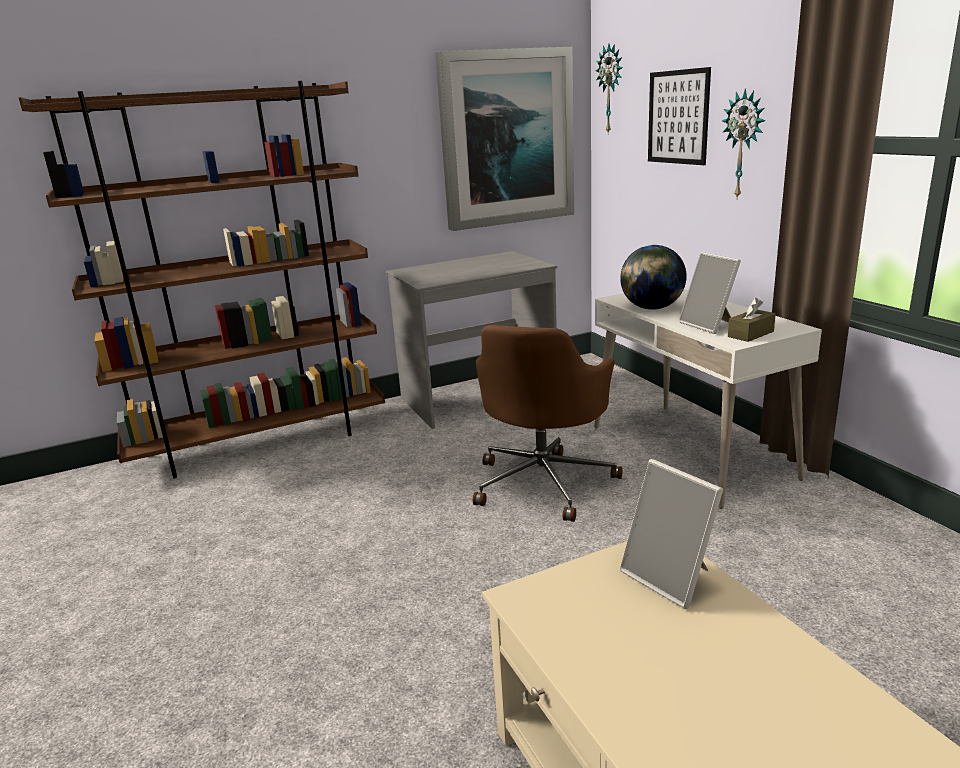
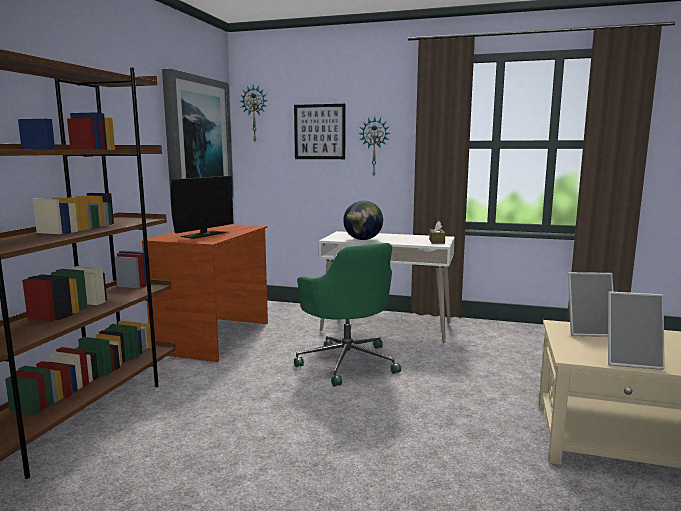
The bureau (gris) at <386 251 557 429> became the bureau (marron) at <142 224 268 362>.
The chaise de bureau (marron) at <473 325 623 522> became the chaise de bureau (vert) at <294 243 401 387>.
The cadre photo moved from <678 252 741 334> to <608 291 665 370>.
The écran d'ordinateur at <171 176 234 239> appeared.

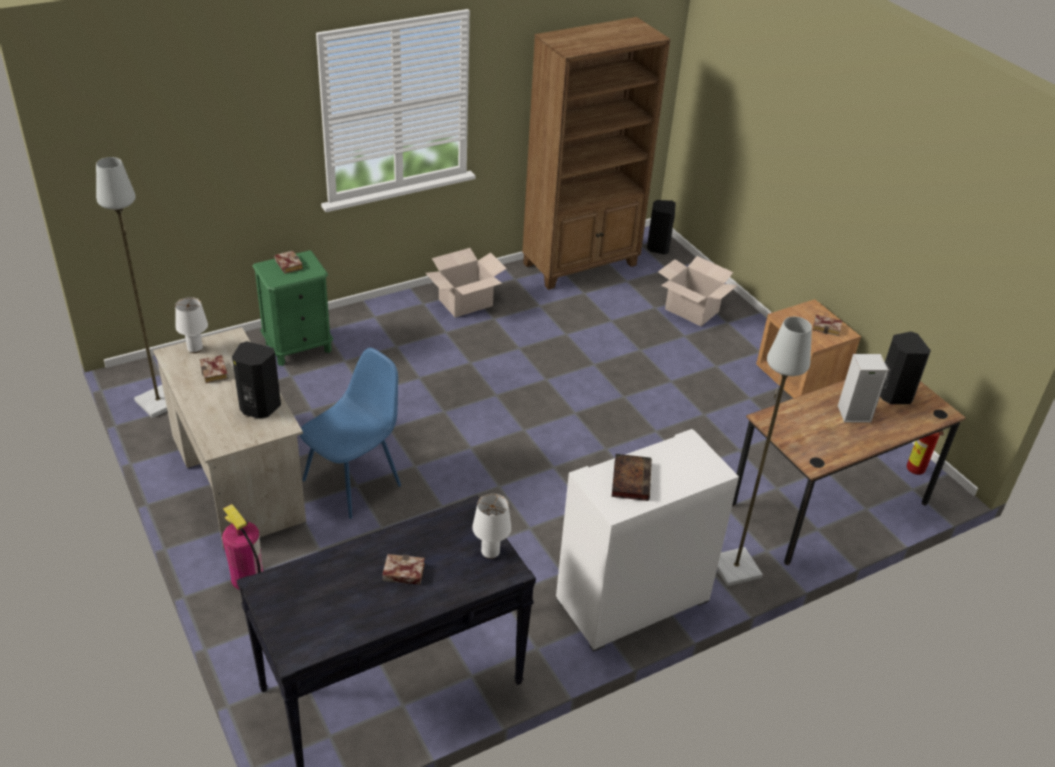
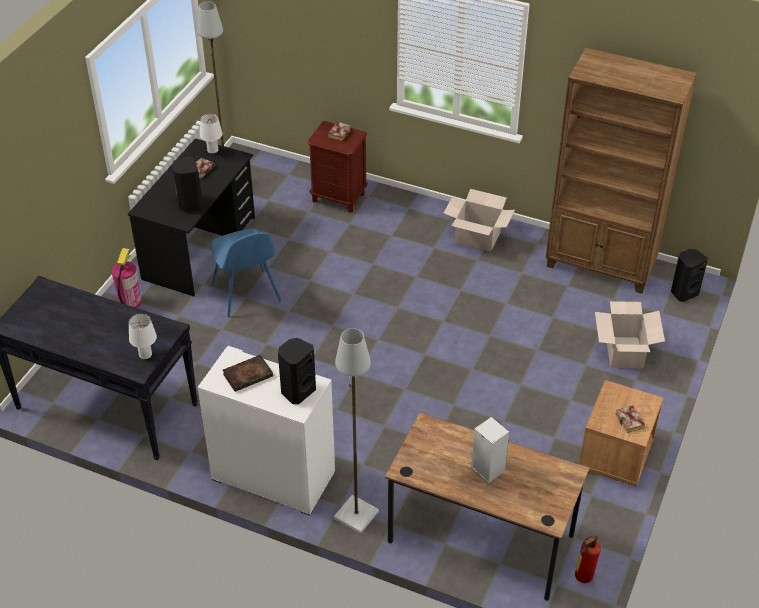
The bureau (beige) at <153 327 306 549> became the bureau (noir) at <128 138 255 296>.
The table de chevet (vert) at <252 250 333 366> became the table de chevet (marron) at <307 121 368 213>.
The chaise (bleu) at <300 348 401 519> turned 60 degrees clockwise.
The livre at <382 554 425 585> disappeared.
The enceinte (noir) moved from <880 331 931 404> to <278 338 316 404>.

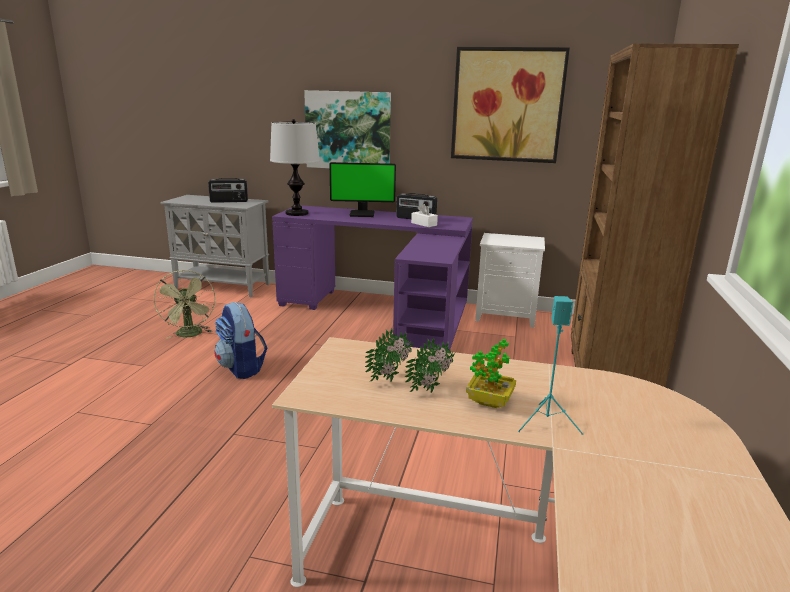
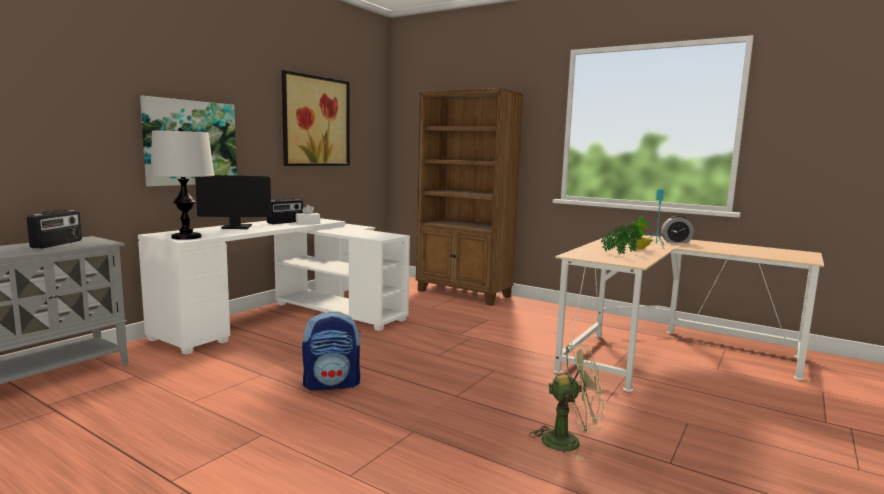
The ventilateur (vert) moved from <154 270 216 339> to <529 344 605 461>.
The bureau (violet) at <272 205 473 350> became the bureau (blanc) at <138 218 410 355>.
The écran d'ordinateur at <330 162 396 217> turned 120 degrees counterclockwise.
The réveil at <661 216 694 243> appeared.

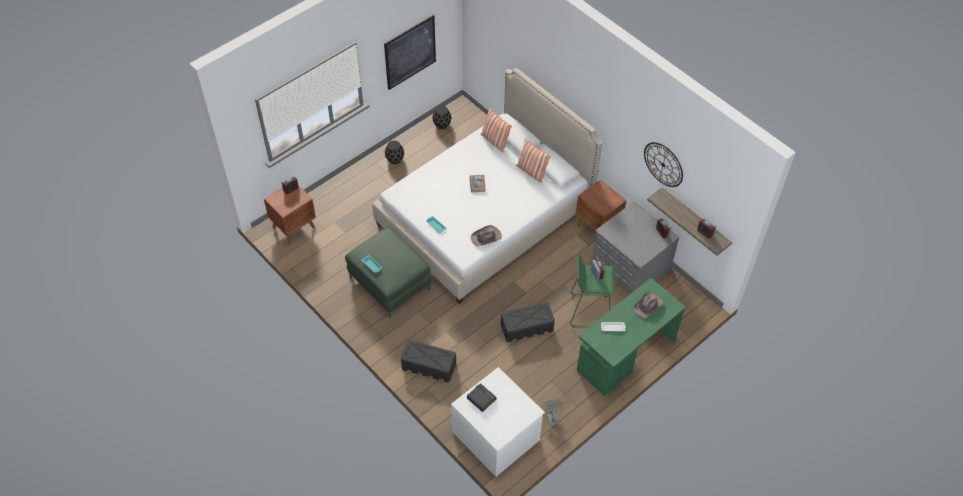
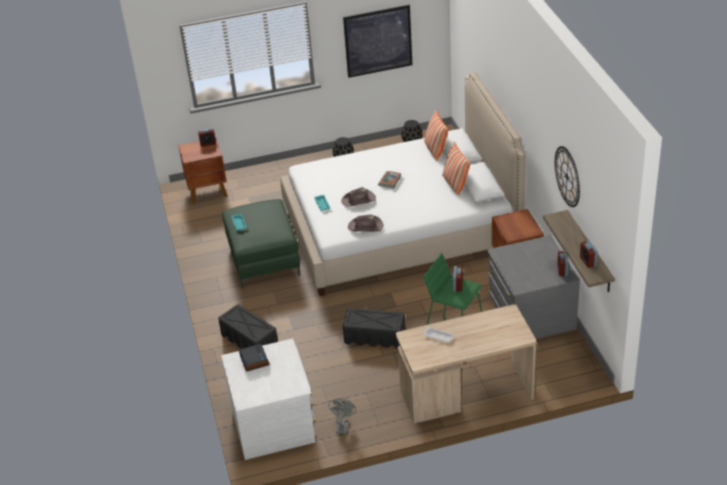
The bureau (vert) at <577 278 685 396> became the bureau (beige) at <396 304 536 424>.
The chapeau (marron) moved from <633 292 664 318> to <341 187 376 207>.

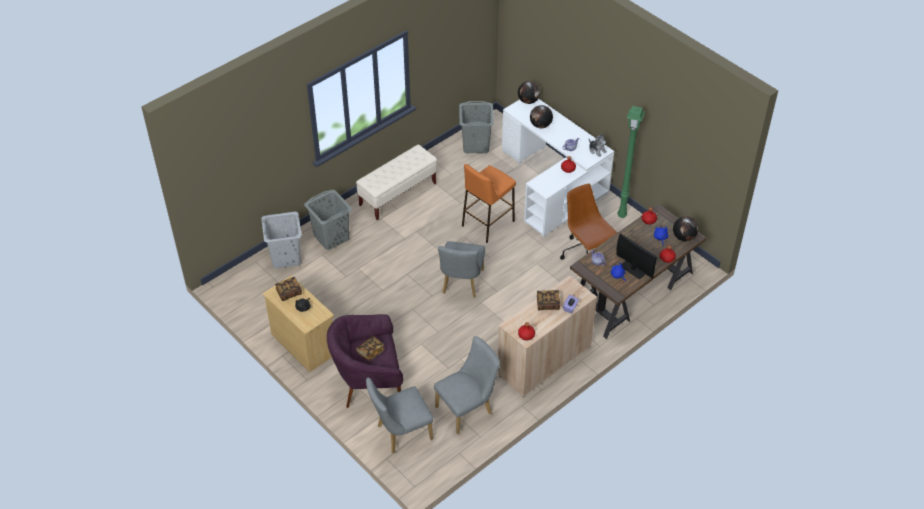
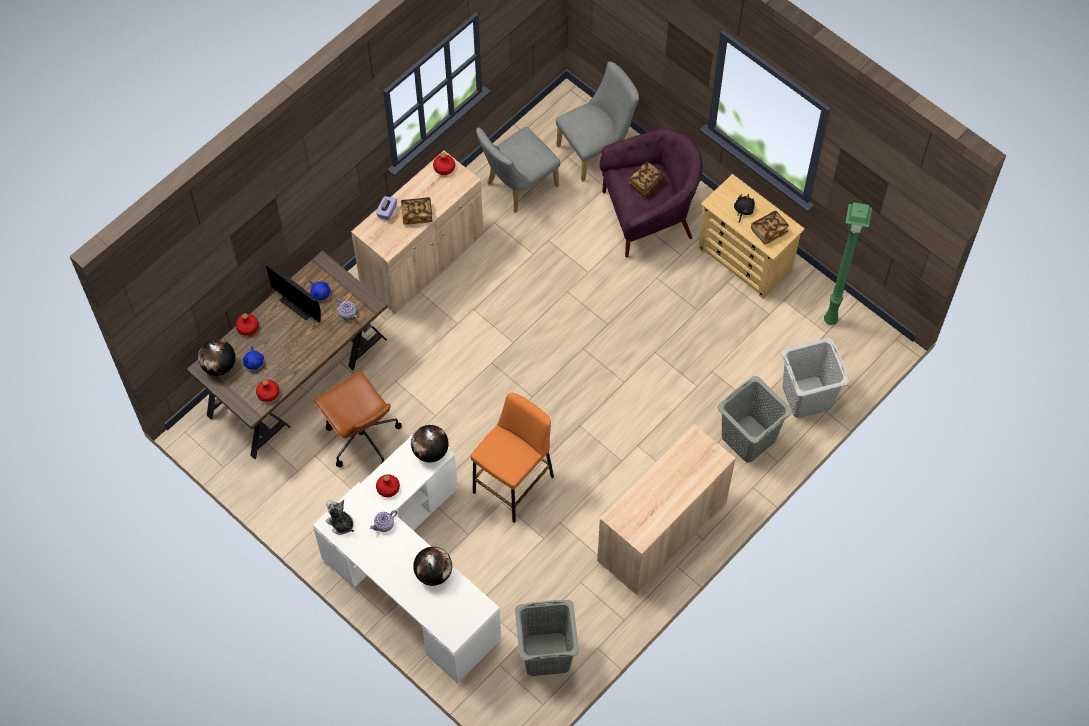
The banc (beige) at <356 145 437 220> was replaced by the meuble de rangement (beige) at <597 424 736 595>.
The chaise (gris) at <438 241 485 298> disappeared.
The globe moved from <518 81 540 104> to <411 425 449 463>.
The lampadaire (vert) moved from <618 106 645 218> to <824 202 872 325>.

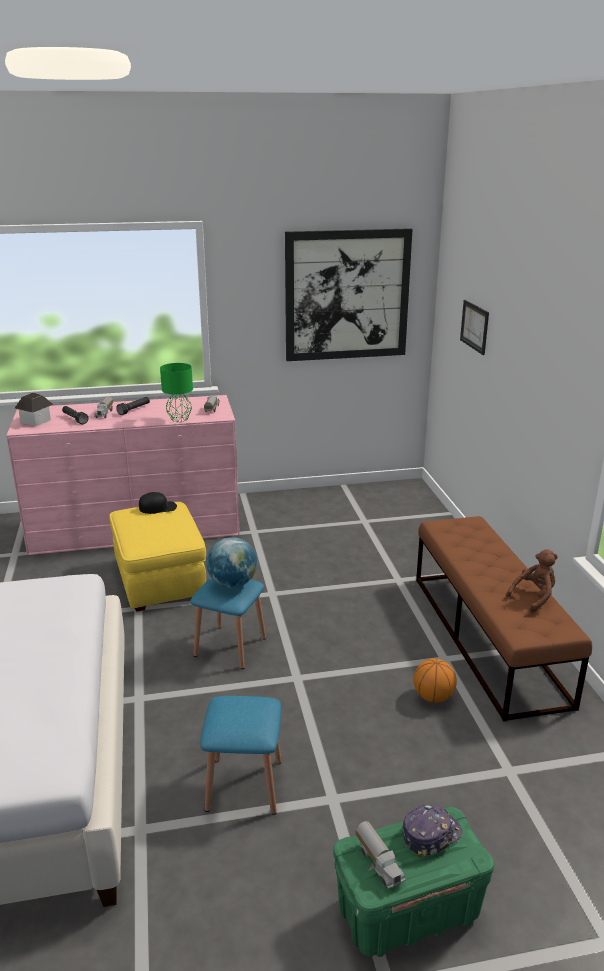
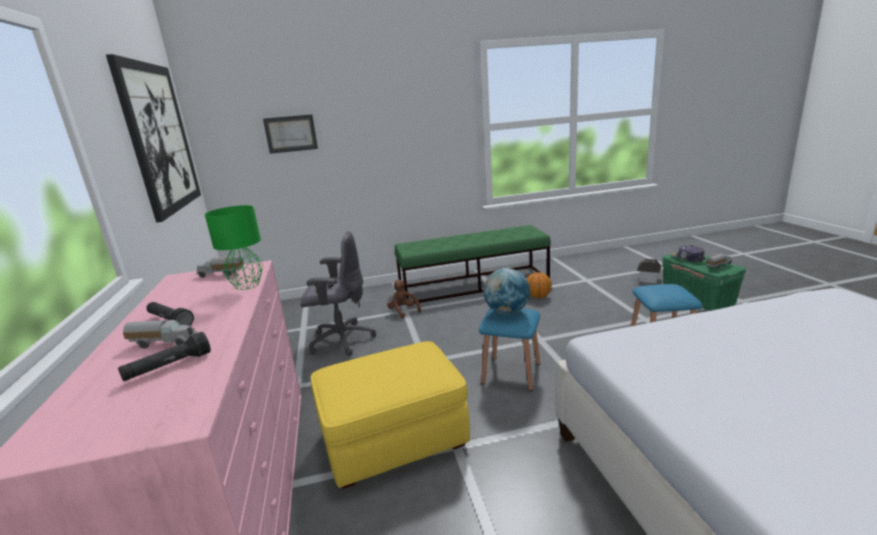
The maison miniature moved from <15 392 54 426> to <637 259 662 283>.
The casquette (noir) at <139 492 177 514> disappeared.
The banc (marron) at <416 516 592 722> became the banc (vert) at <394 225 551 304>.
The peluche (marron) moved from <506 549 558 613> to <387 280 421 318>.
The chaise de bureau (gris) at <301 231 376 356> appeared.

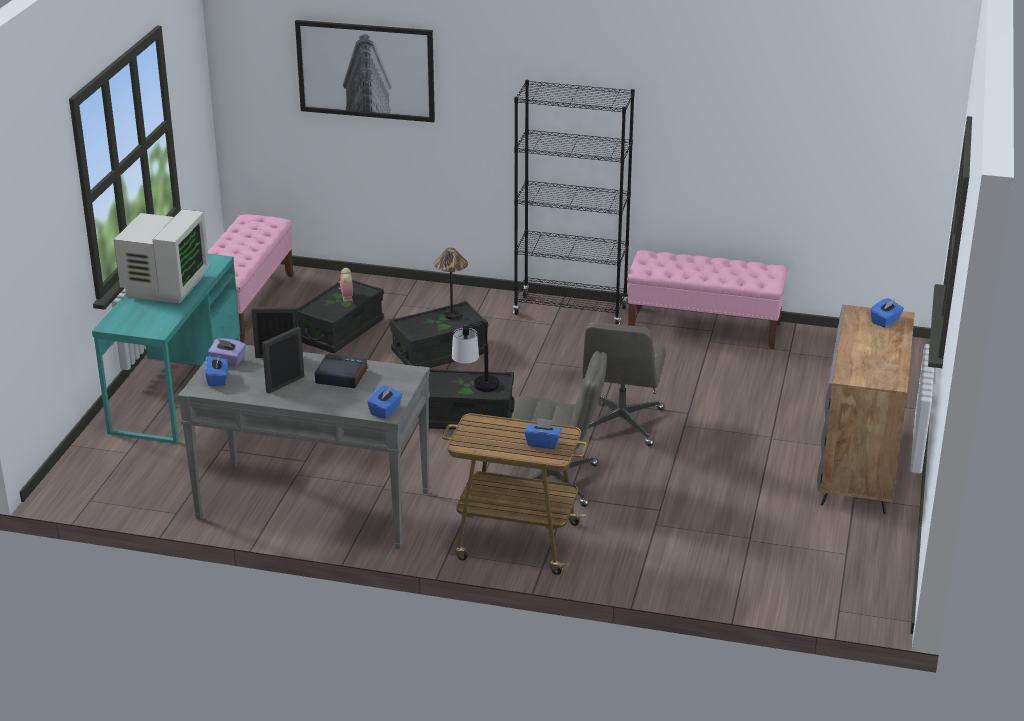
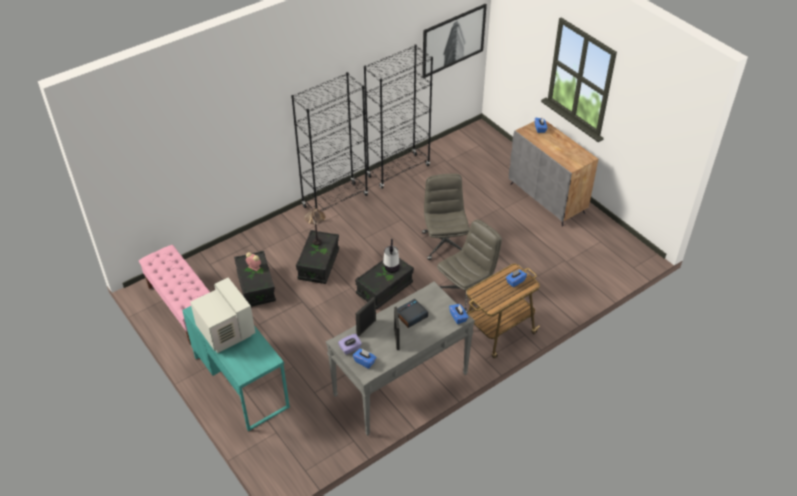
The tableau moved from <295 20 435 122> to <422 4 487 78>.
The chaise de bureau (gris) at <582 322 666 446> turned 150 degrees counterclockwise.
The banc (rose) at <627 250 788 349> was replaced by the bibliothèque (noir) at <364 44 433 189>.

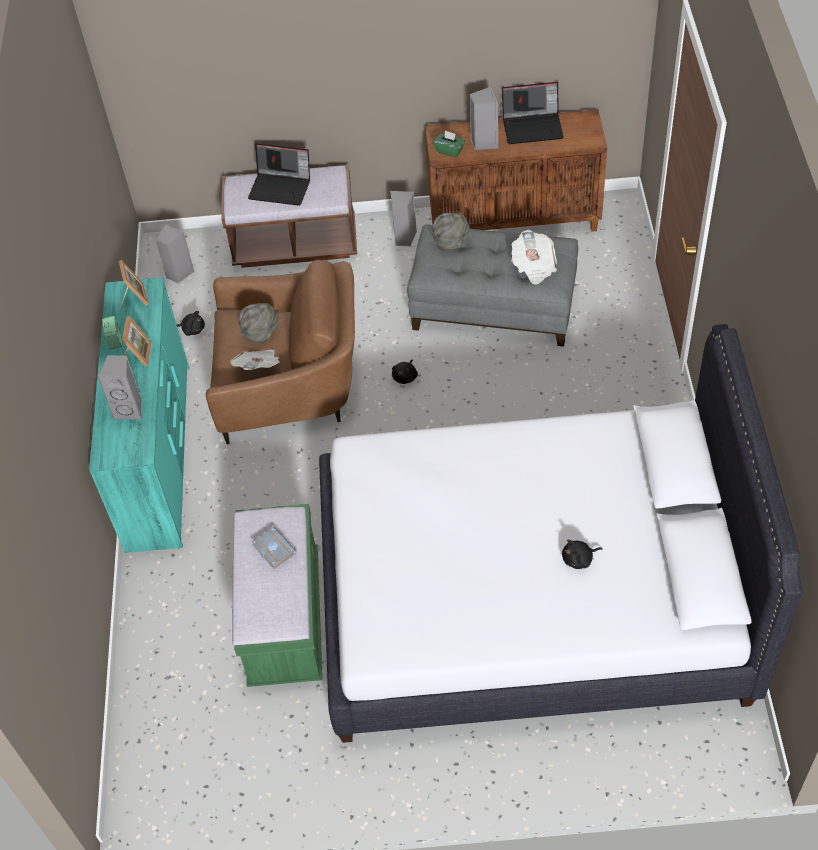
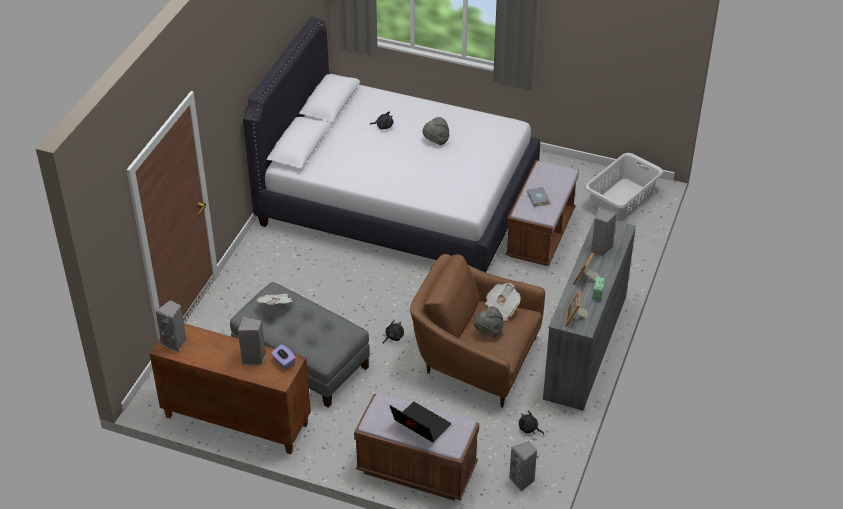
The commode (turquoise) at <89 277 189 553> became the commode (gris) at <543 218 636 411>.
The banc (vert) at <232 504 322 687> became the banc (marron) at <505 160 579 266>.
The enceinte (gris) moved from <390 191 417 246> to <156 300 187 352>.
The chapeau (gris) moved from <432 213 470 252> to <423 117 449 145>.
The boîte à mouchoirs (vert) at <433 130 465 157> became the boîte à mouchoirs (violet) at <271 344 296 370>.
The ordinateur portable at <502 82 564 144> disappeared.
The panier à linge (gris) at <585 153 663 221> appeared.

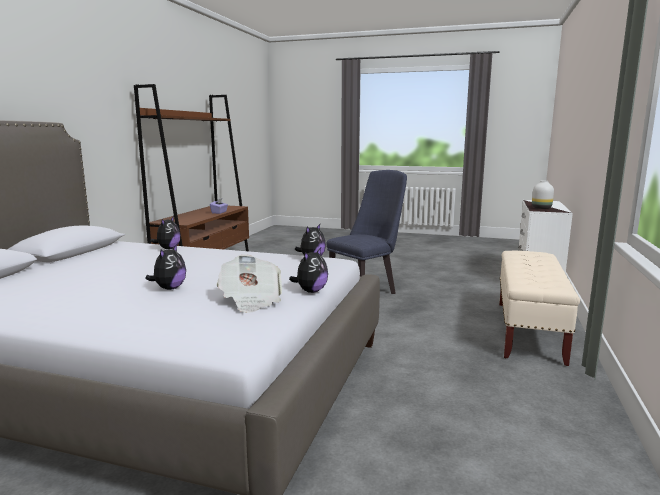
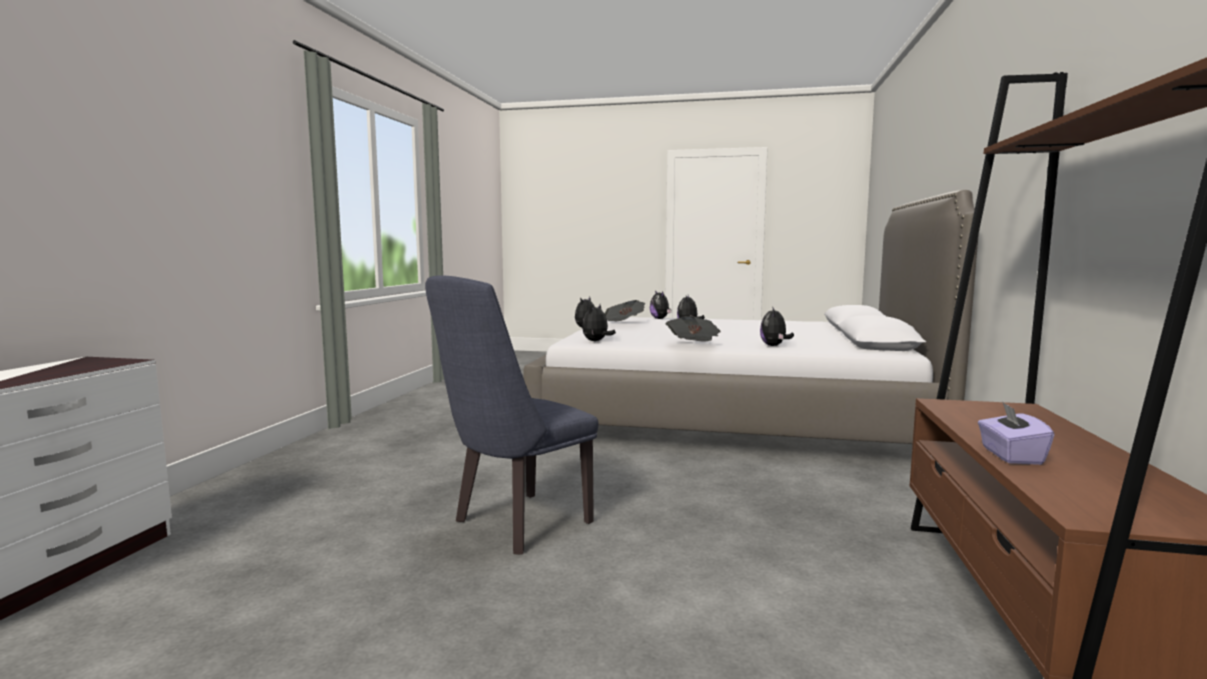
The banc (beige) at <499 251 580 366> disappeared.
The vase (blanc) at <532 181 554 209> disappeared.
The peluche at <650 290 671 319> appeared.
The journal at <666 316 720 341> appeared.

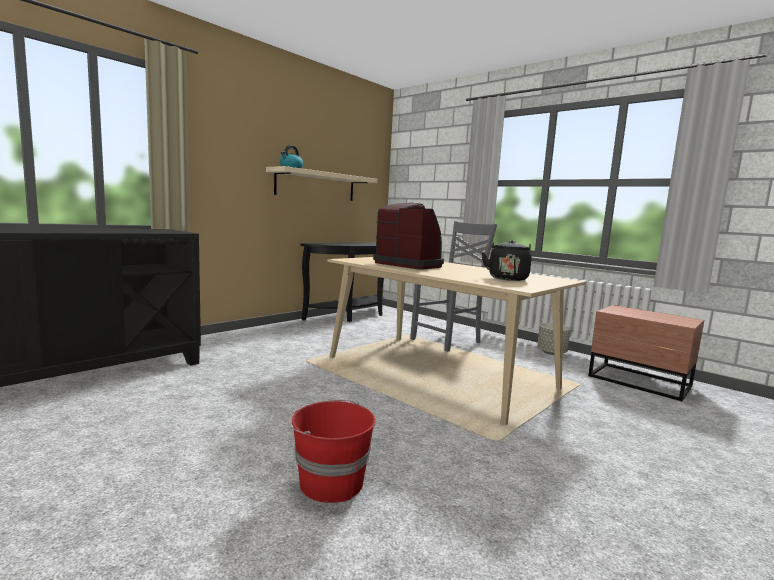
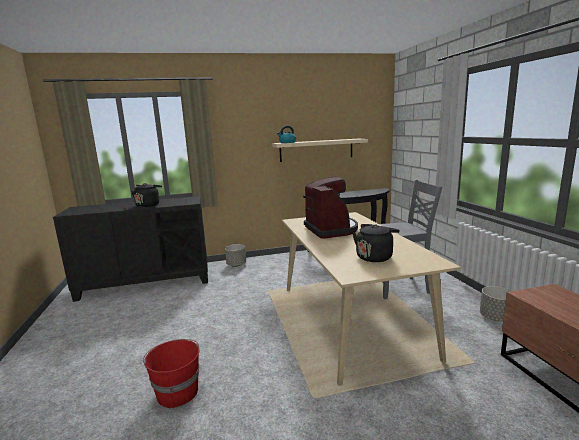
The bouilloire (noir) at <131 183 162 207> appeared.
The cache-pot (gris) at <225 244 246 267> appeared.

